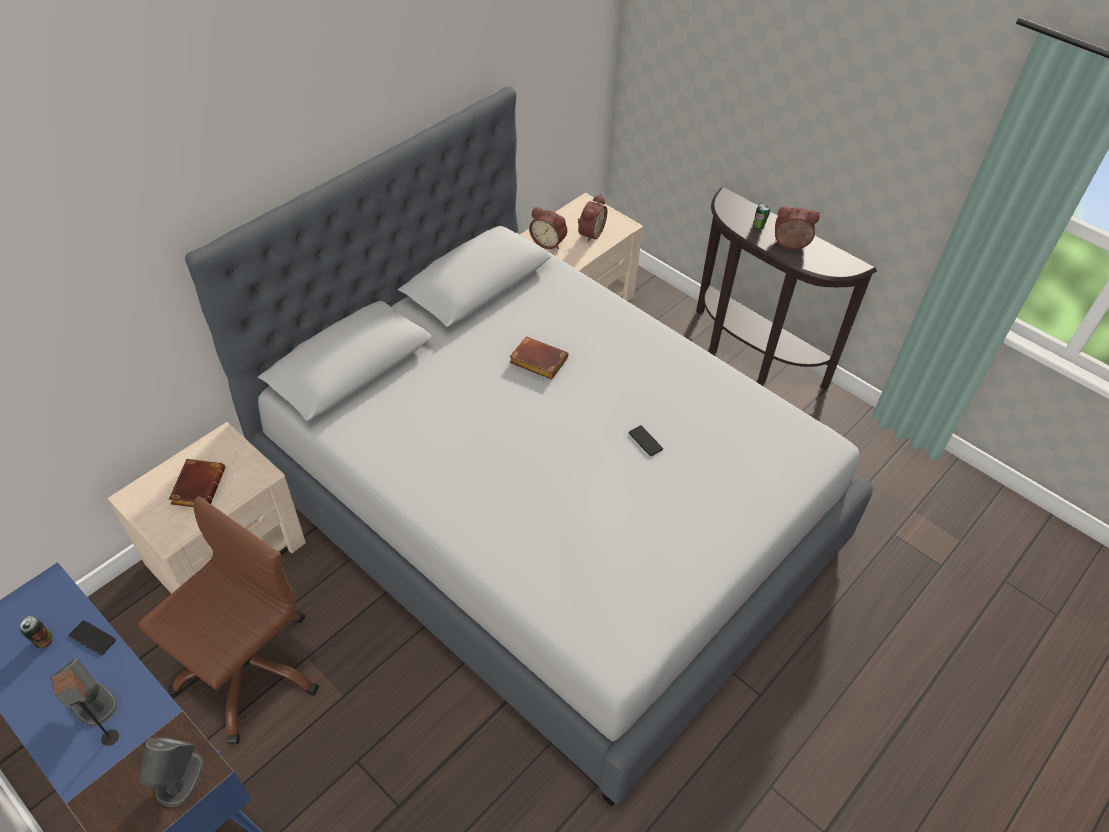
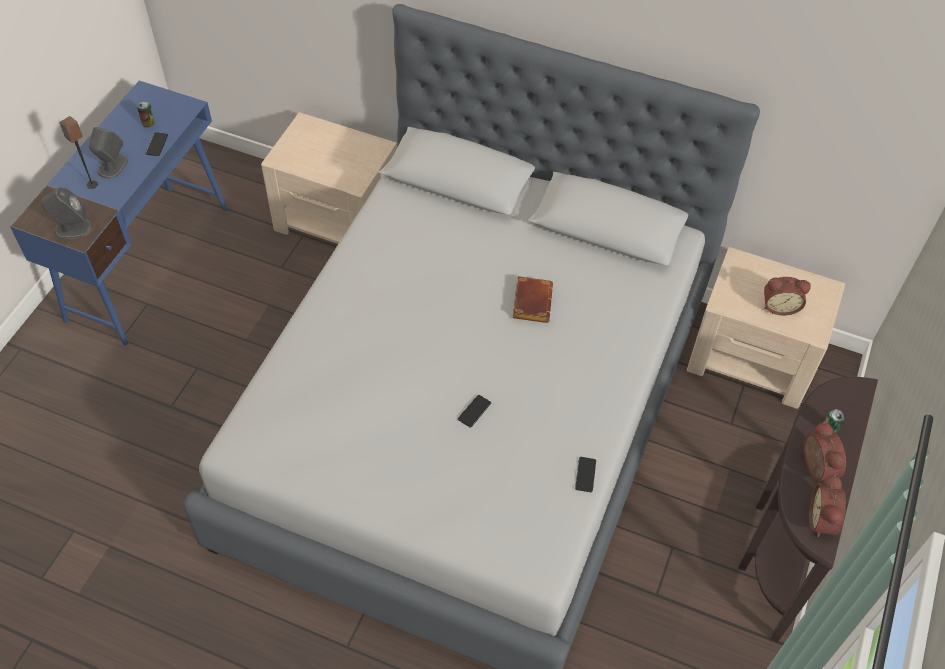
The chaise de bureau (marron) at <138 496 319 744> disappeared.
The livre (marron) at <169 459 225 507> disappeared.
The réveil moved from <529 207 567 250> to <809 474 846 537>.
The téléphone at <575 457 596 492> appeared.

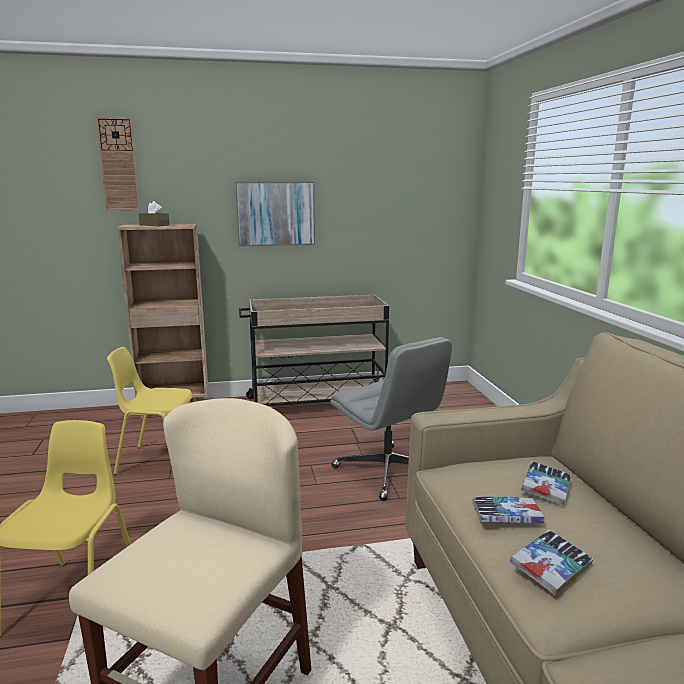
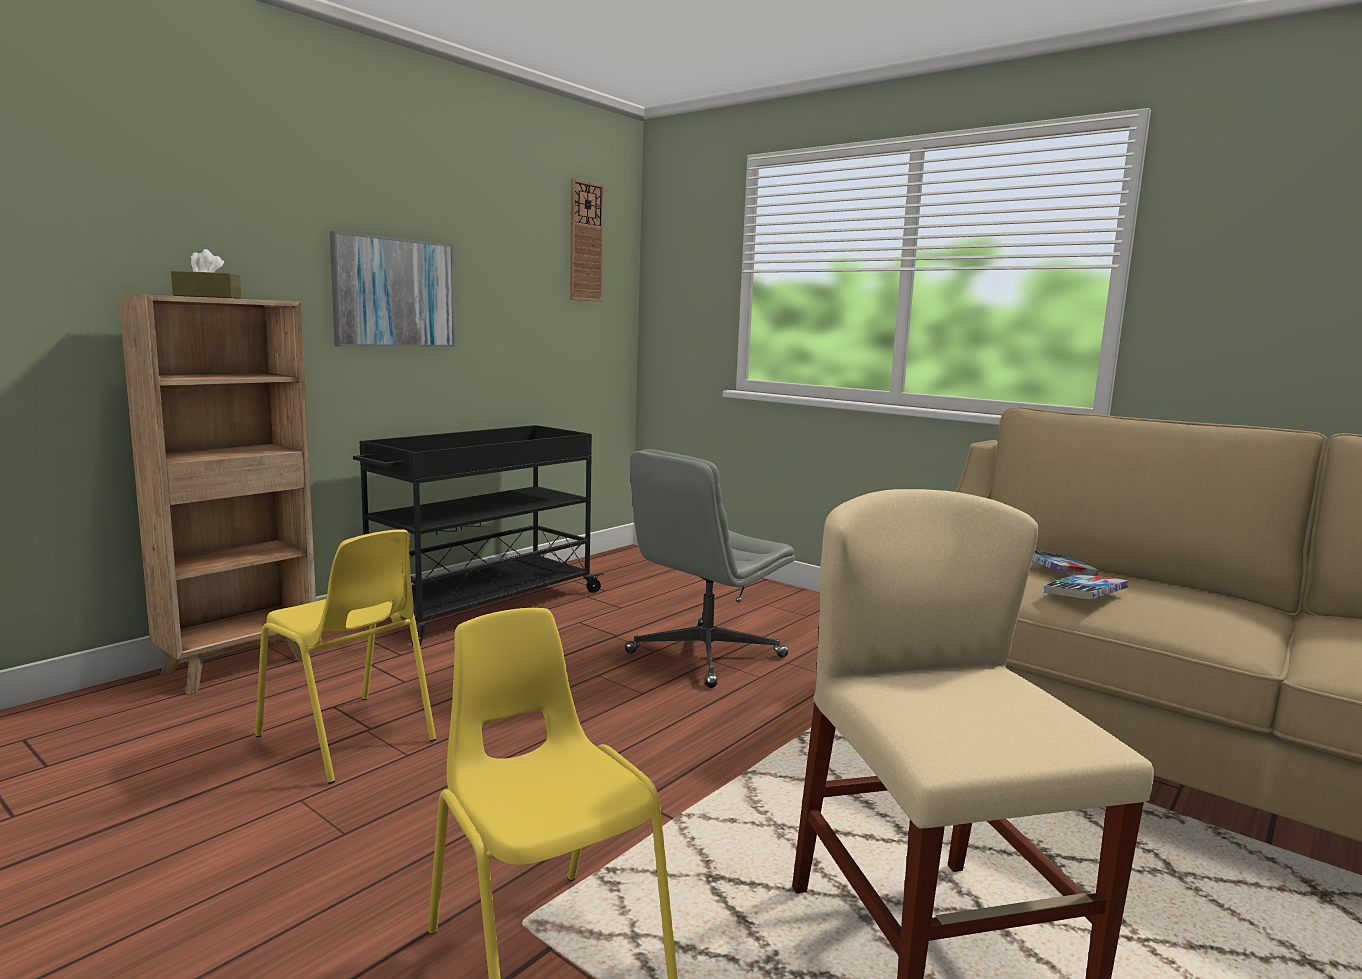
The horloge murale moved from <96 116 141 210> to <570 178 604 302>.
The chaise (jaune) at <107 347 193 475> turned 105 degrees counterclockwise.
The chariot (beige) at <239 295 389 406> became the chariot (noir) at <353 425 604 646>.
The chaise de bureau (gris) at <330 337 452 501> turned 120 degrees clockwise.
The livre at <510 530 594 596> disappeared.

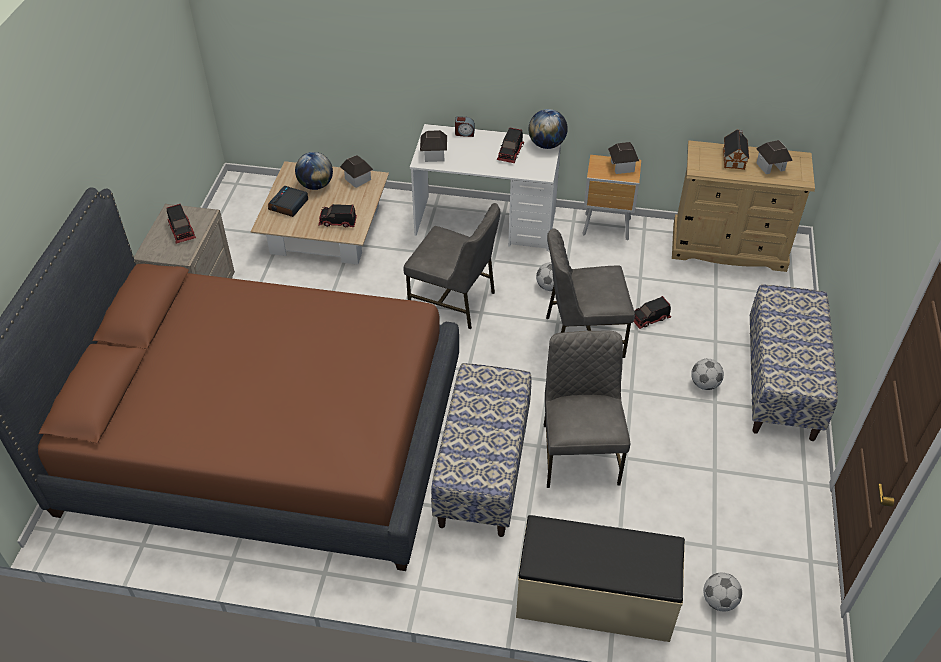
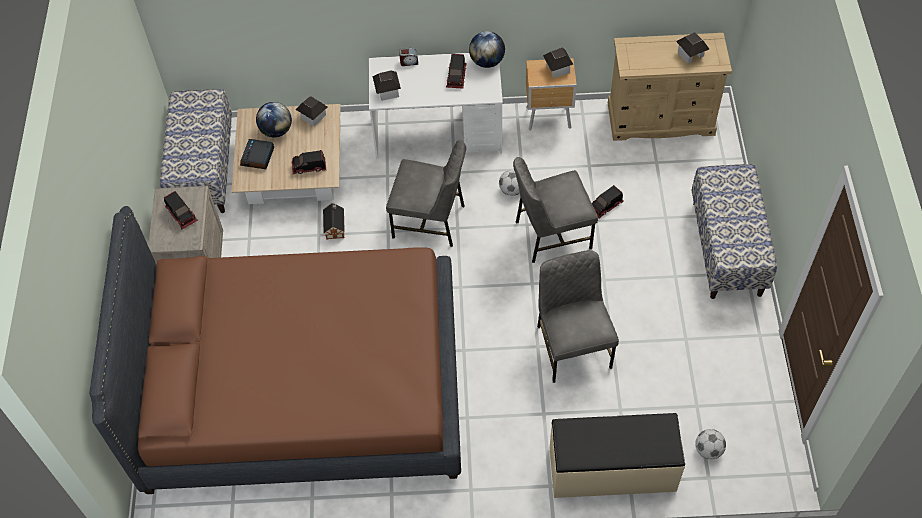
The banc moved from <431 363 532 537> to <160 89 232 213>.
The ballon de foot at <691 359 724 390> disappeared.
The maison miniature moved from <723 130 749 170> to <323 203 345 240>.

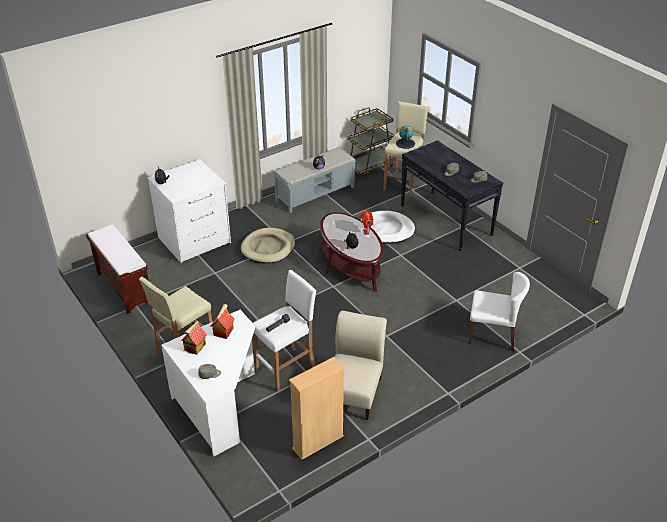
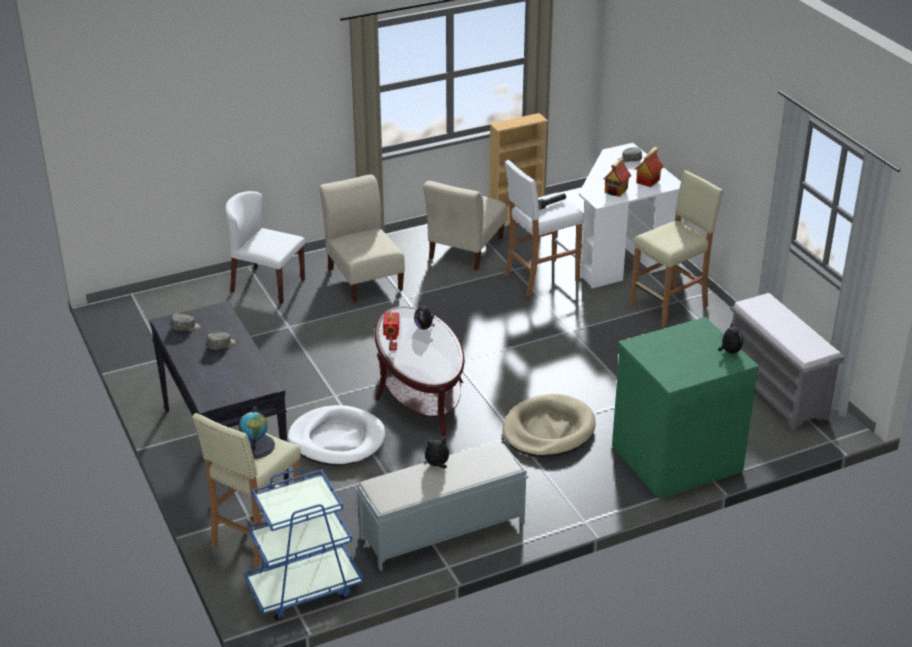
The banc (marron) at <86 224 149 314> became the banc (gris) at <730 293 844 430>.
The commode (blanc) at <147 159 231 263> became the commode (vert) at <612 317 759 499>.
The chariot (marron) at <348 107 395 177> became the chariot (bleu) at <244 468 363 621>.
The chaise (beige) at <319 174 405 302> appeared.

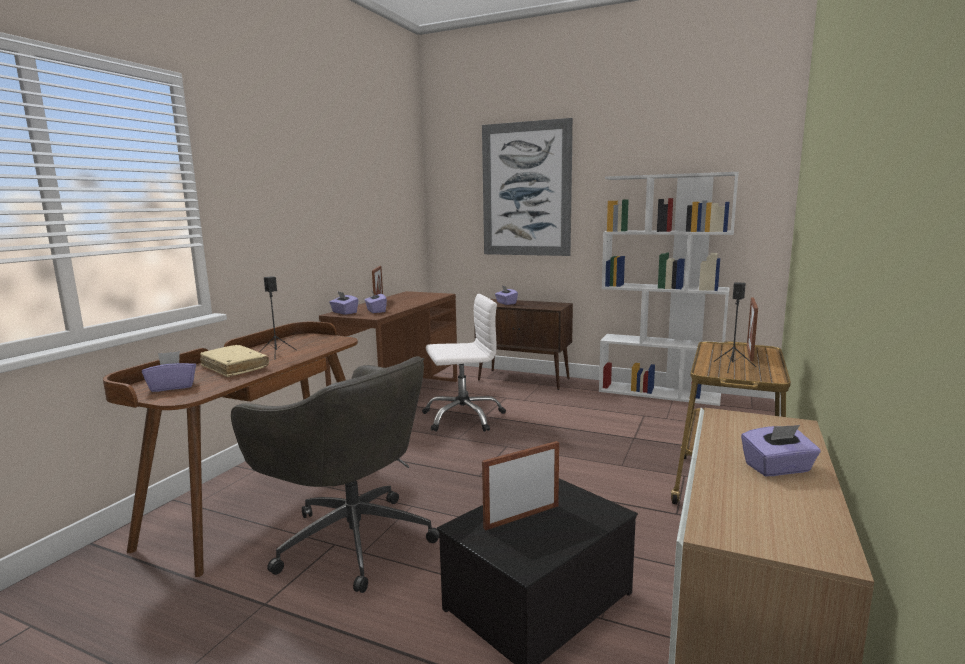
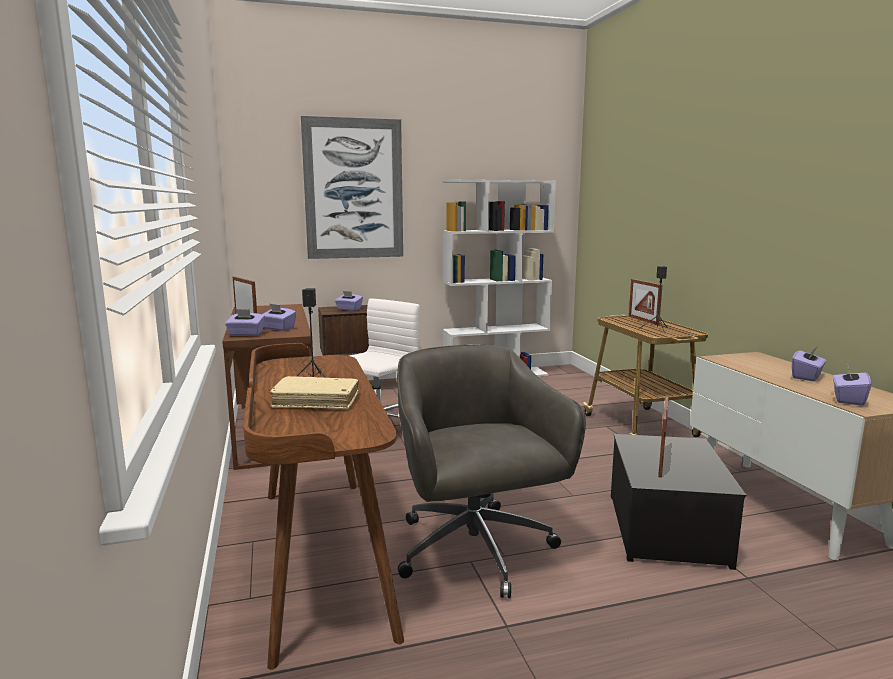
The boîte à mouchoirs (violet) moved from <142 351 196 392> to <833 365 871 406>.
The chaise de bureau (gris) at <231 356 439 593> turned 105 degrees counterclockwise.

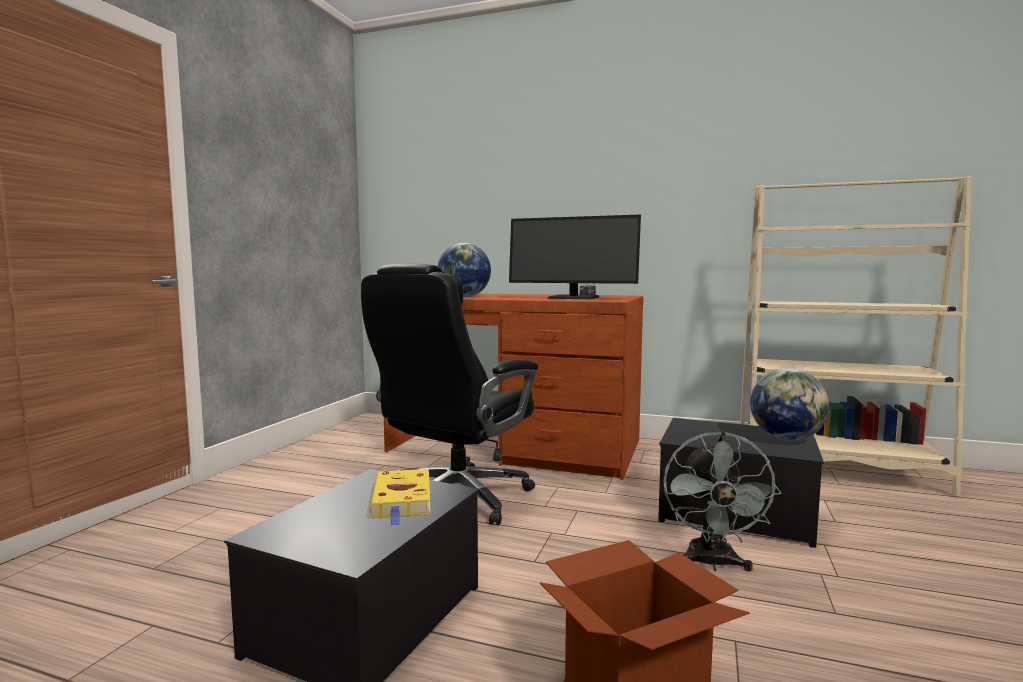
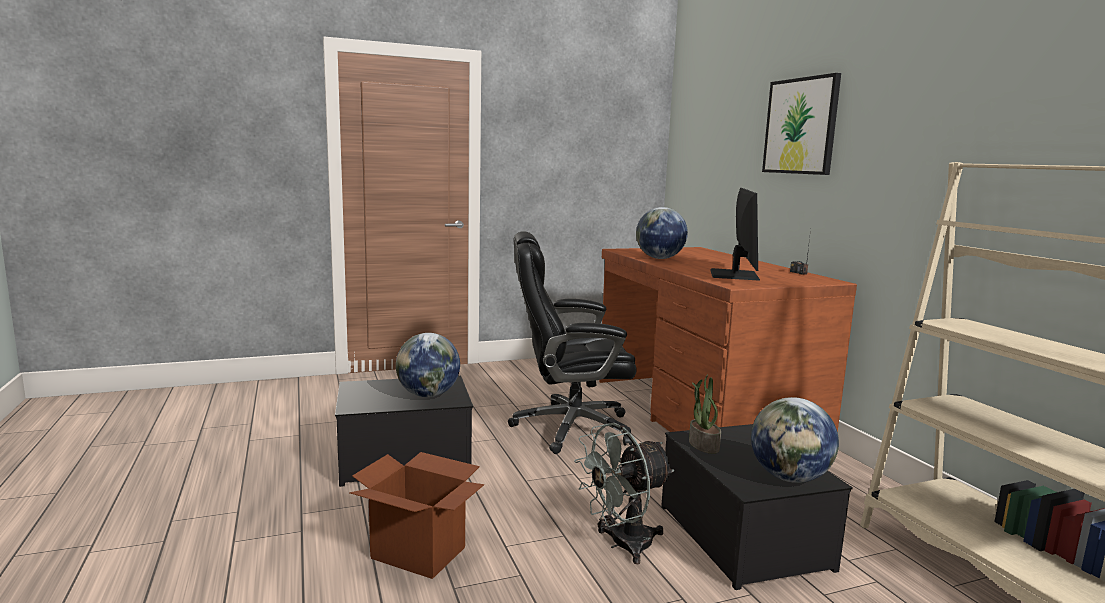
The livre (jaune) at <369 469 431 526> was replaced by the globe at <396 333 460 397>.
The écran d'ordinateur at <509 215 641 299> turned 150 degrees counterclockwise.
The plante en pot at <689 374 721 454> appeared.
The tableau at <762 73 841 175> appeared.

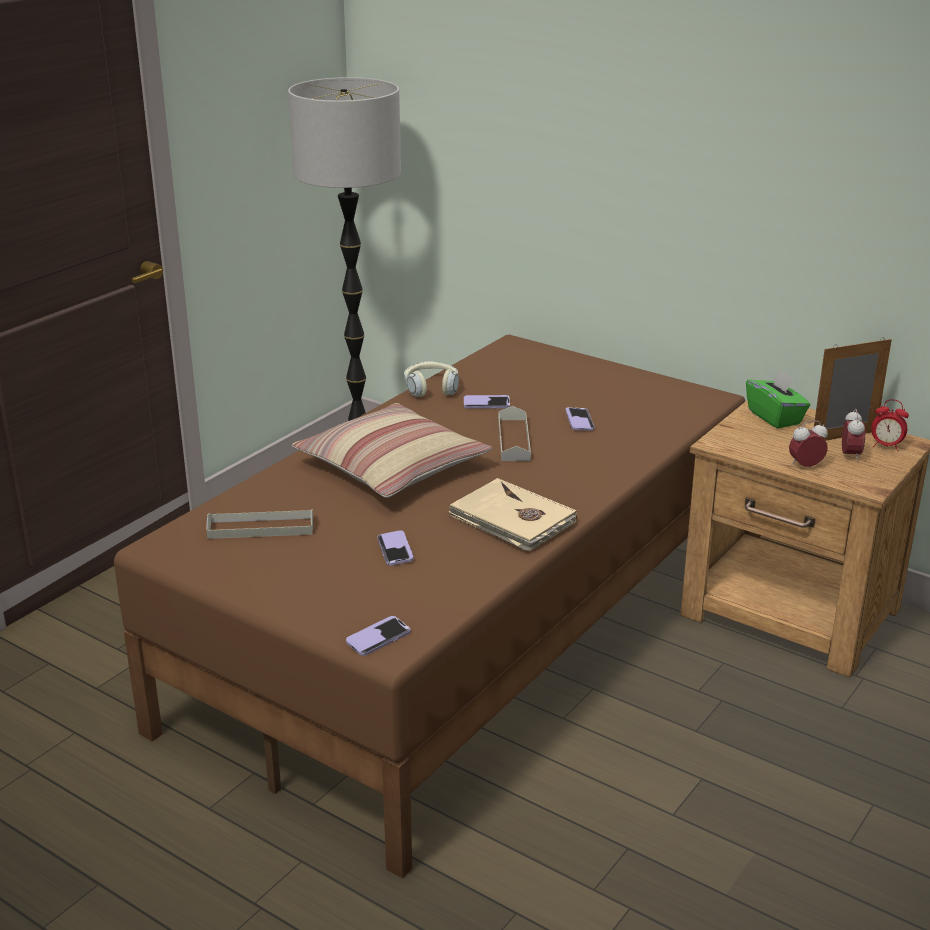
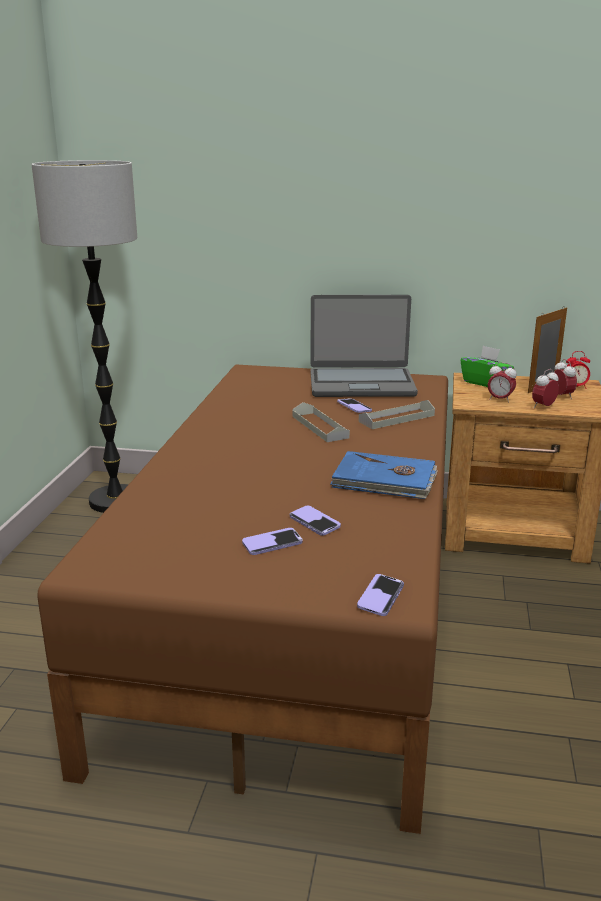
The plateau (gris) moved from <206 509 313 539> to <359 400 435 429>.
The coussin at <292 403 492 498> disappeared.
The casque audio at <404 361 459 397> disappeared.
The livre (beige) at <448 478 577 551> became the livre (bleu) at <330 451 438 499>.
The téléphone moved from <464 395 510 409> to <242 528 303 555>.
The ordinateur portable at <310 295 418 397> appeared.
The réveil at <488 362 517 403> appeared.

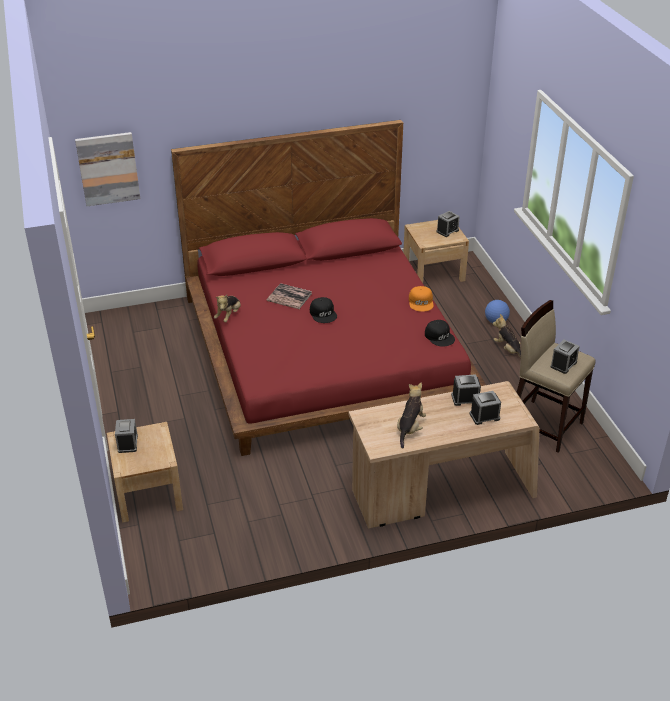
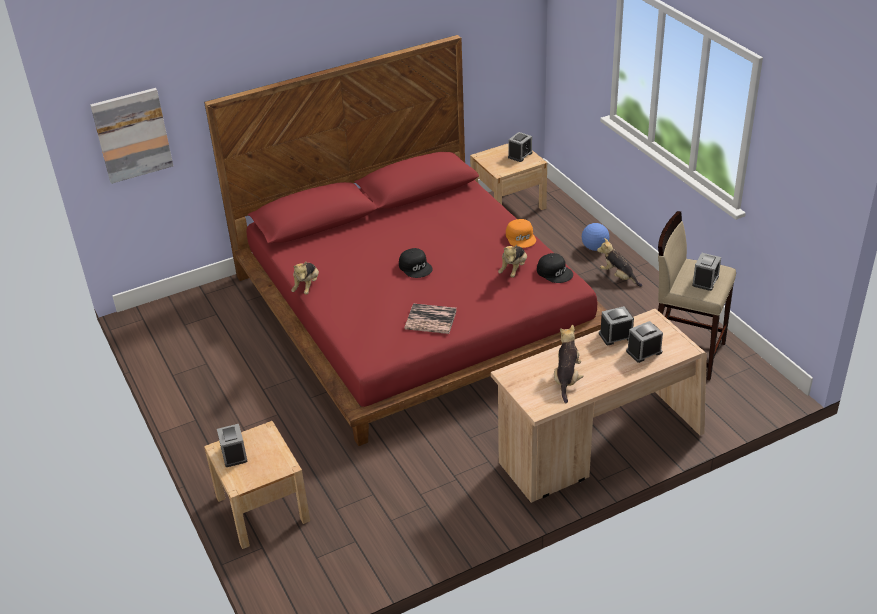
The livre moved from <267 283 312 309> to <404 303 457 334>.
The peluche at <498 245 527 278> appeared.

